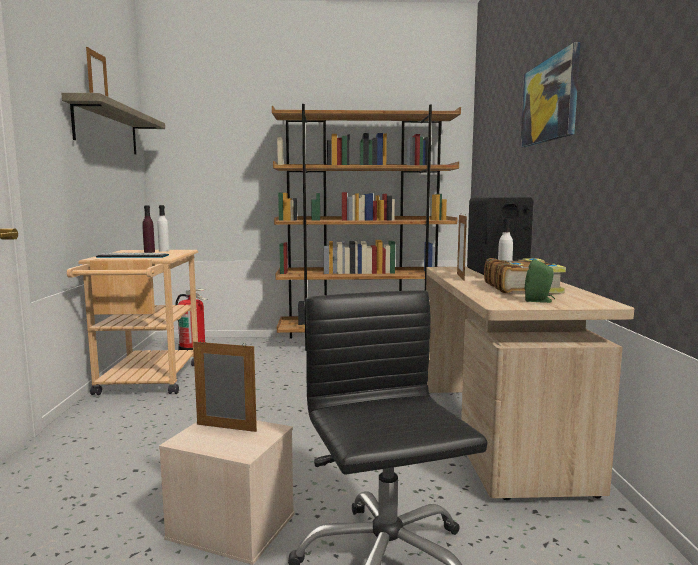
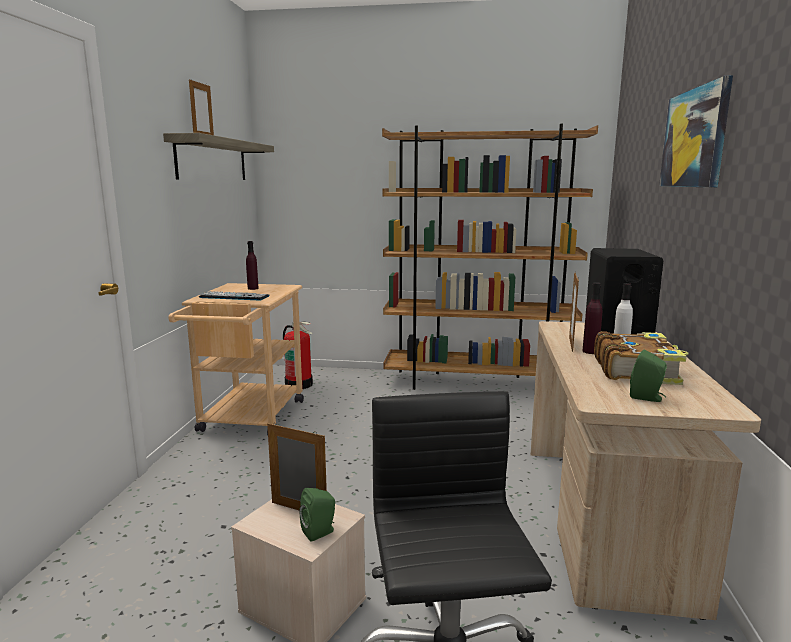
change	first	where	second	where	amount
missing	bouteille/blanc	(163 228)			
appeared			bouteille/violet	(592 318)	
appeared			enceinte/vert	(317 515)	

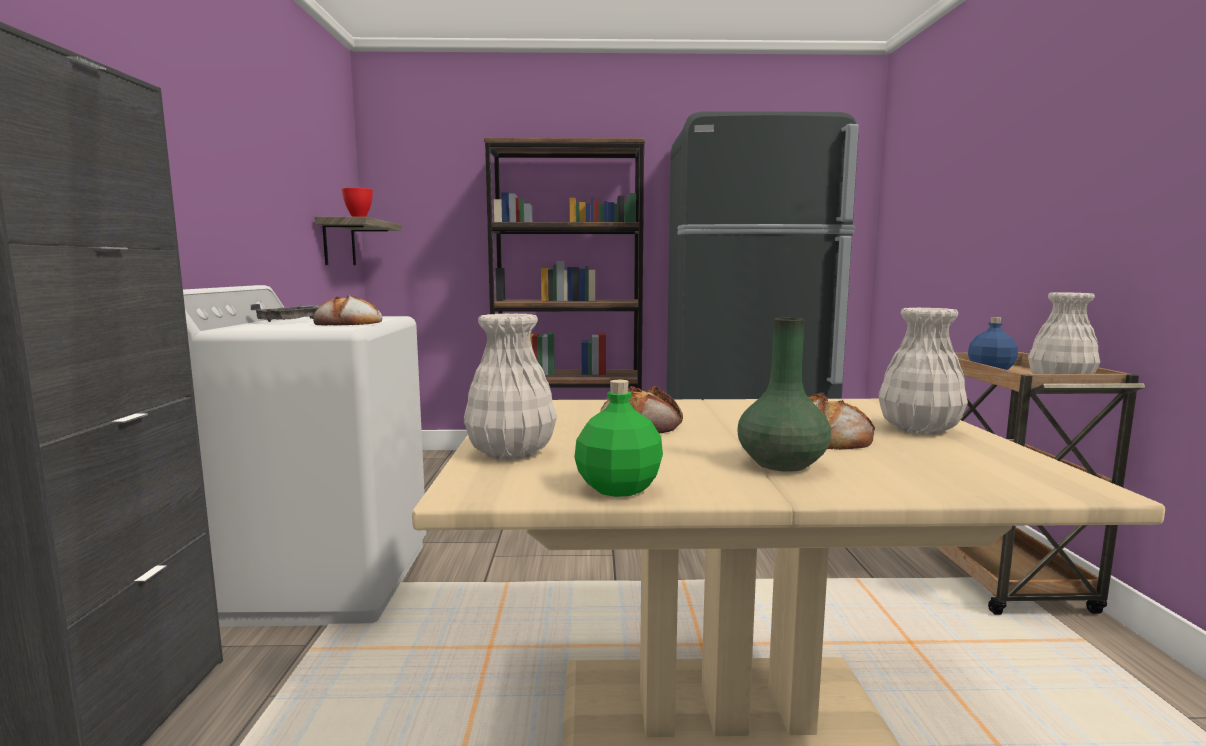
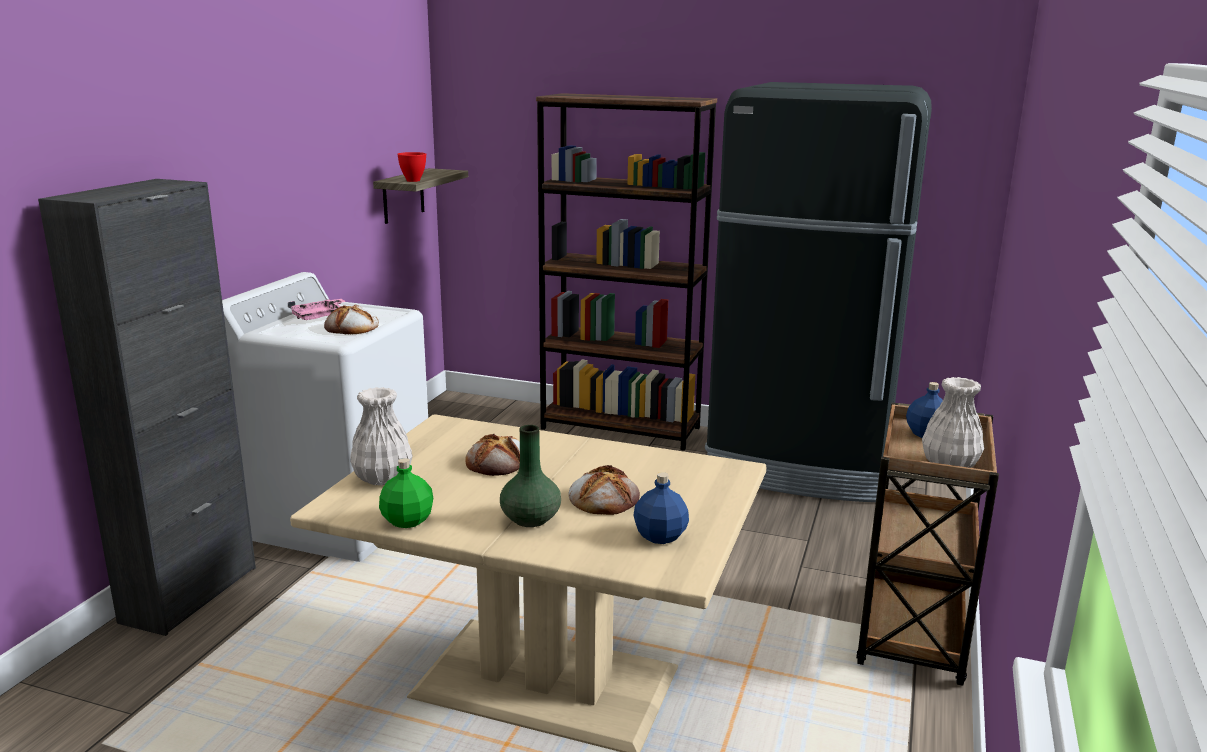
change	first	where	second	where	amount
colour	plateau/gris	(285 313)	plateau/rose	(317 309)	
missing	vase/blanc	(923 371)			
appeared			bouteille/bleu	(661 508)	

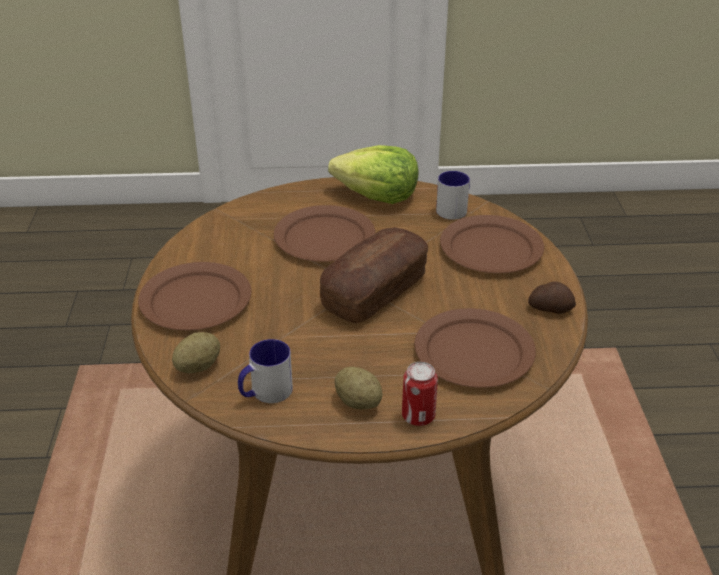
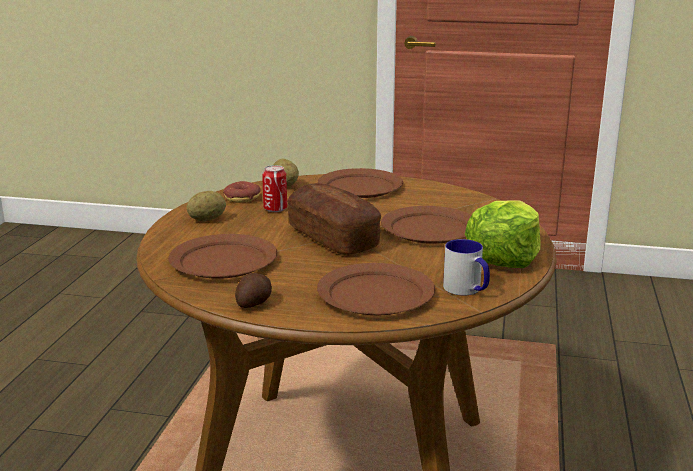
change	first	where	second	where	amount
exchanged	mug	(265 371)	beignet	(242 192)	
relocated	boîte métallique	(420 394)		(274 188)	

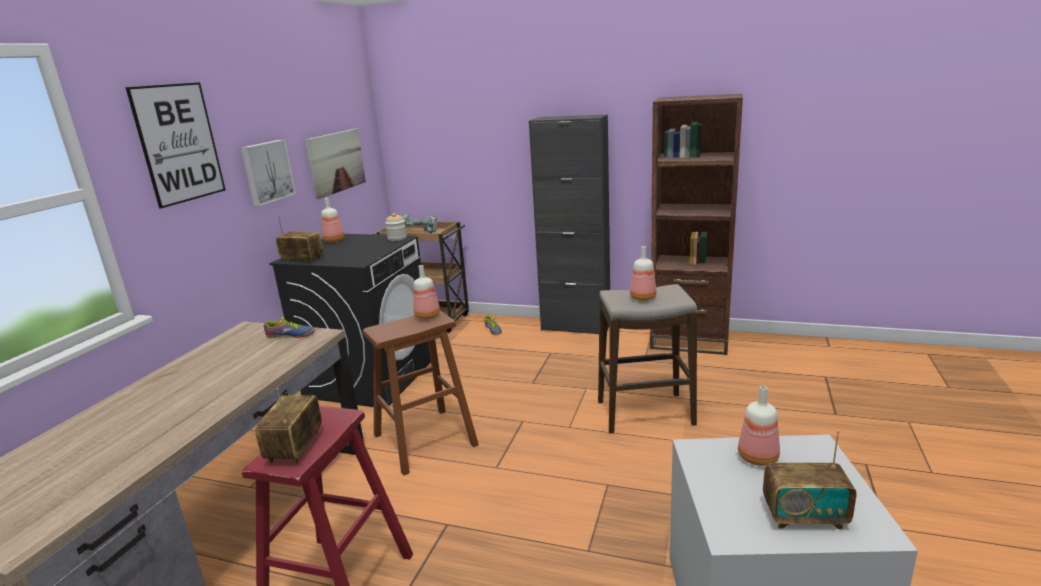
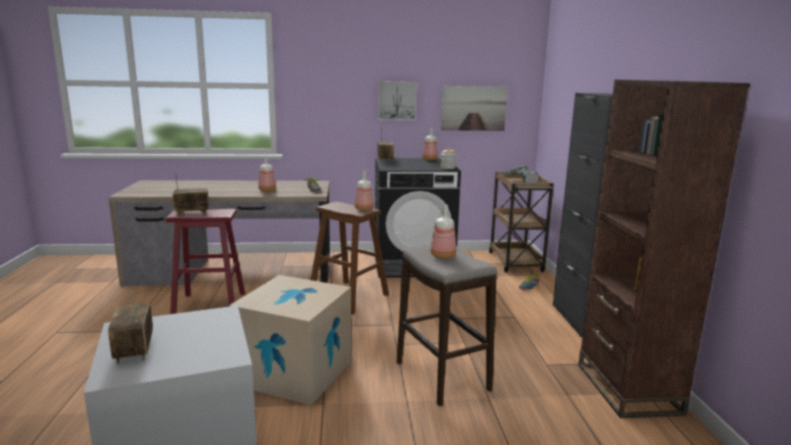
change	first	where	second	where	amount
missing	tableau	(175 145)			
relocated	bouteille	(759 426)		(267 174)	
appeared			carton	(290 340)	

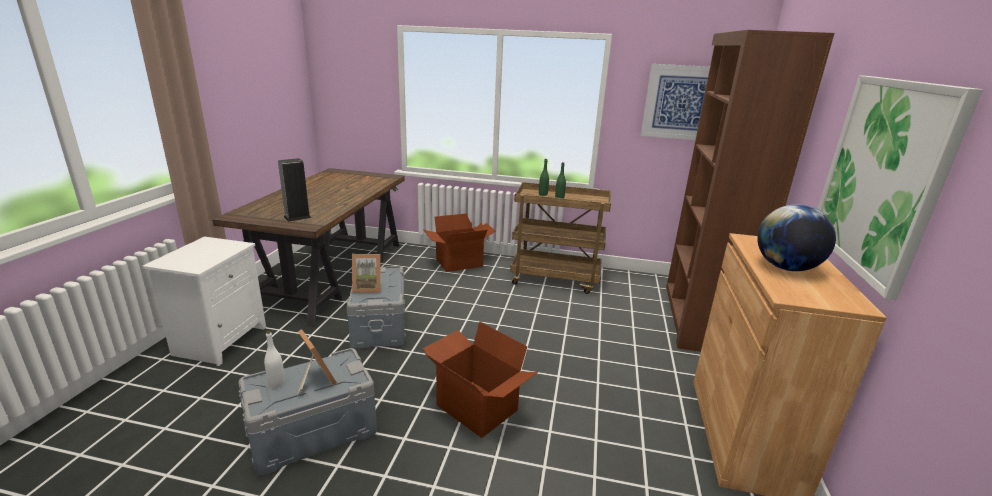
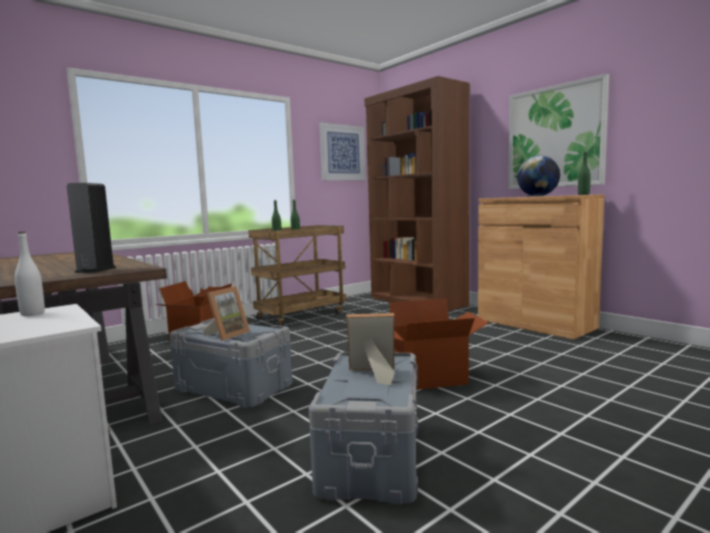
change	first	where	second	where	amount
relocated	bouteille/blanc	(274 359)		(30 274)	
appeared			bouteille/vert	(584 173)	

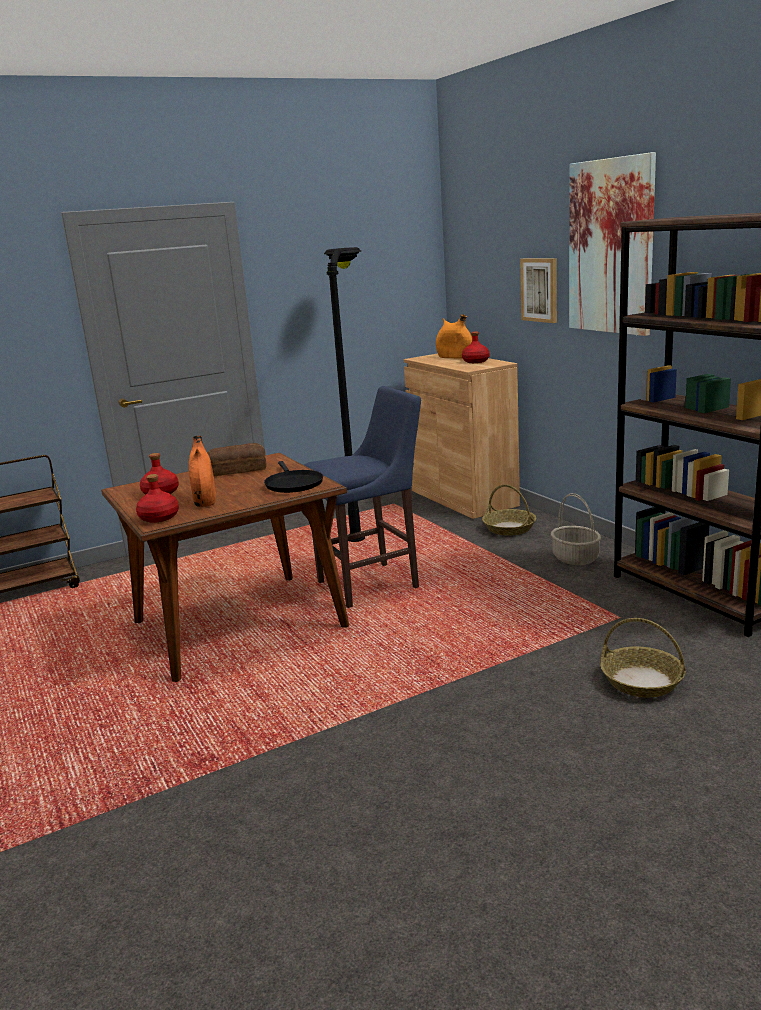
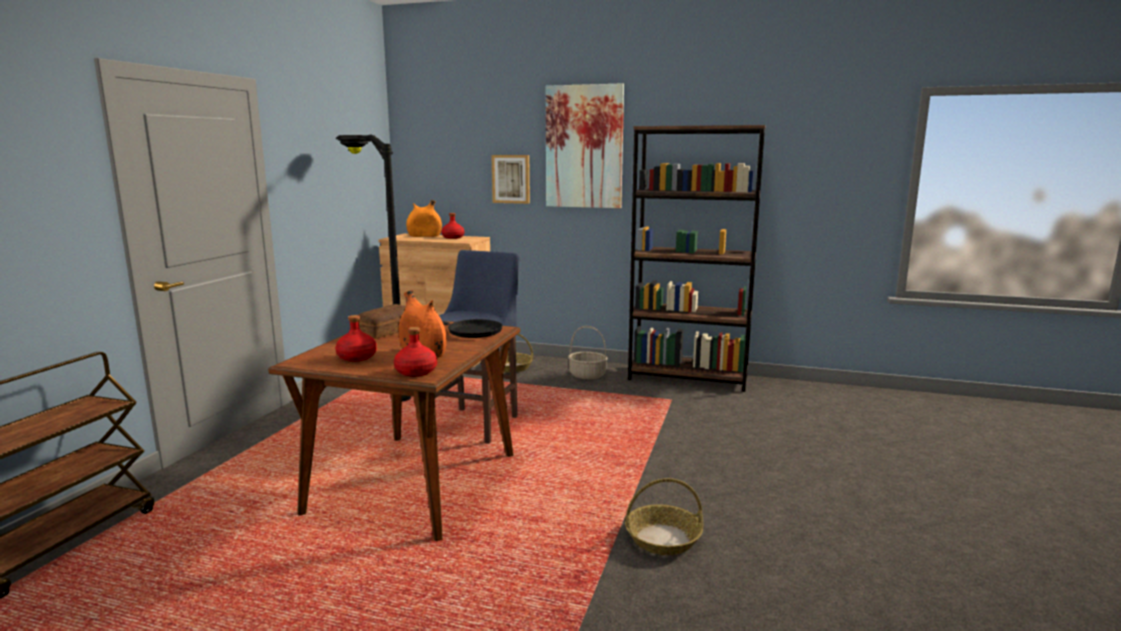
change	first	where	second	where	amount
relocated	panier	(643 657)		(664 516)	

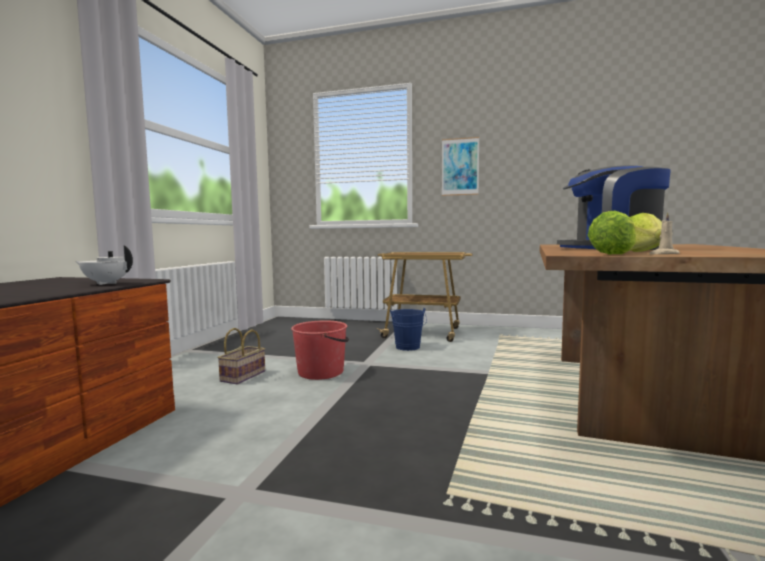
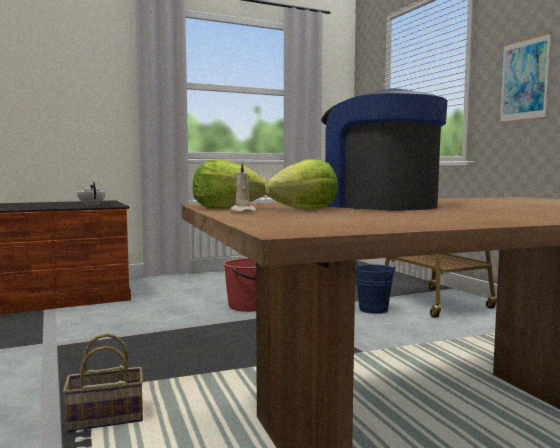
change	first	where	second	where	amount
relocated	panier	(241 356)		(103 383)	

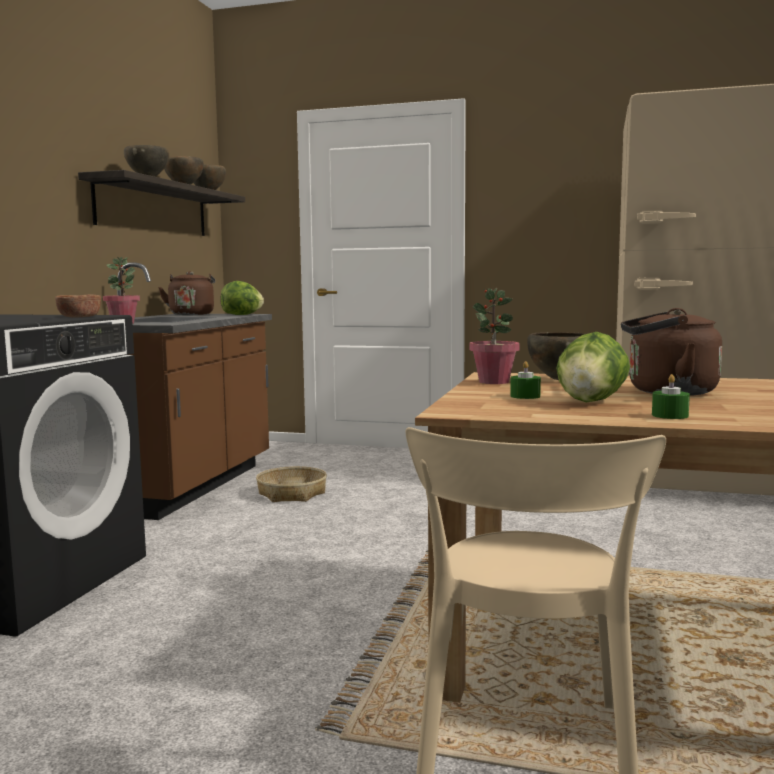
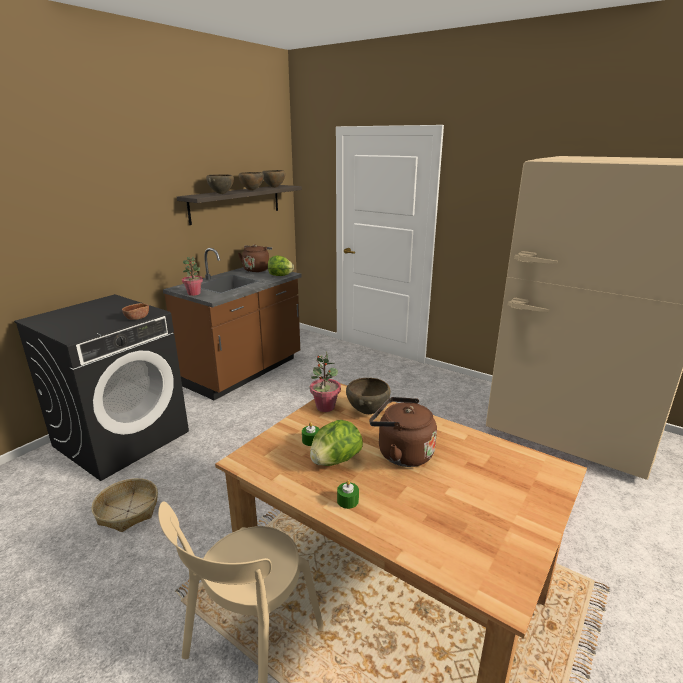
change	first	where	second	where	amount
relocated	panier	(291 484)		(125 505)	

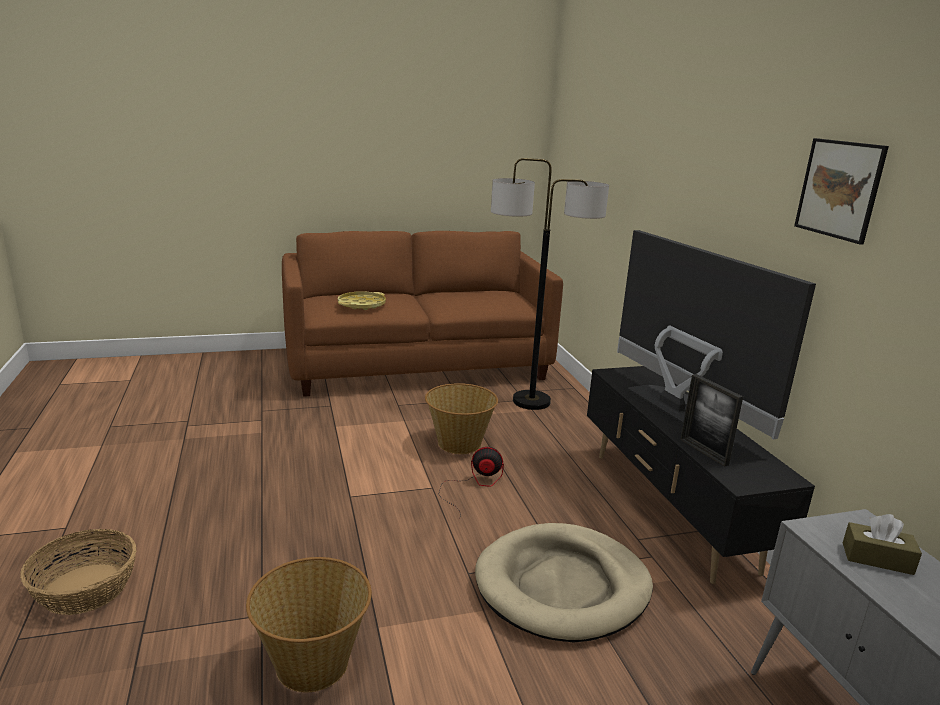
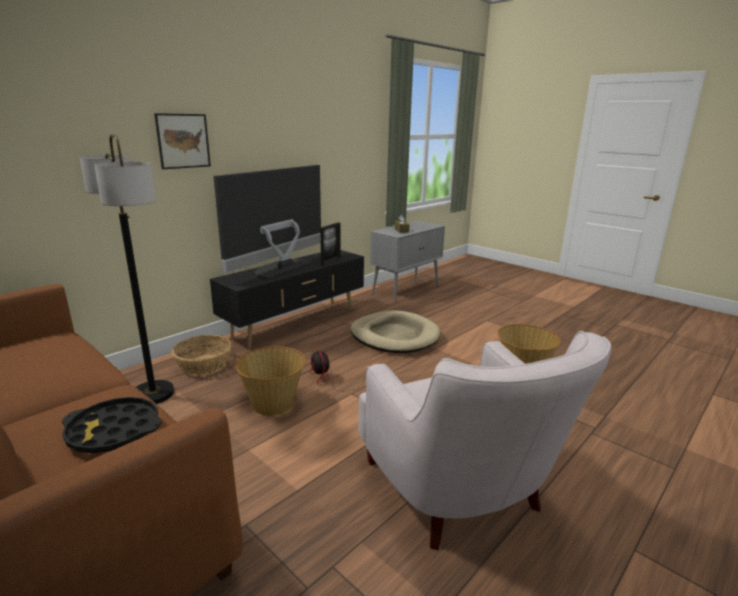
change	first	where	second	where	amount
relocated	tableau	(841 191)		(182 141)	
colour	plateau/jaune	(362 300)	plateau/noir	(112 425)	
relocated	panier	(78 572)		(202 355)	
appeared			fauteuil/blanc	(484 441)	

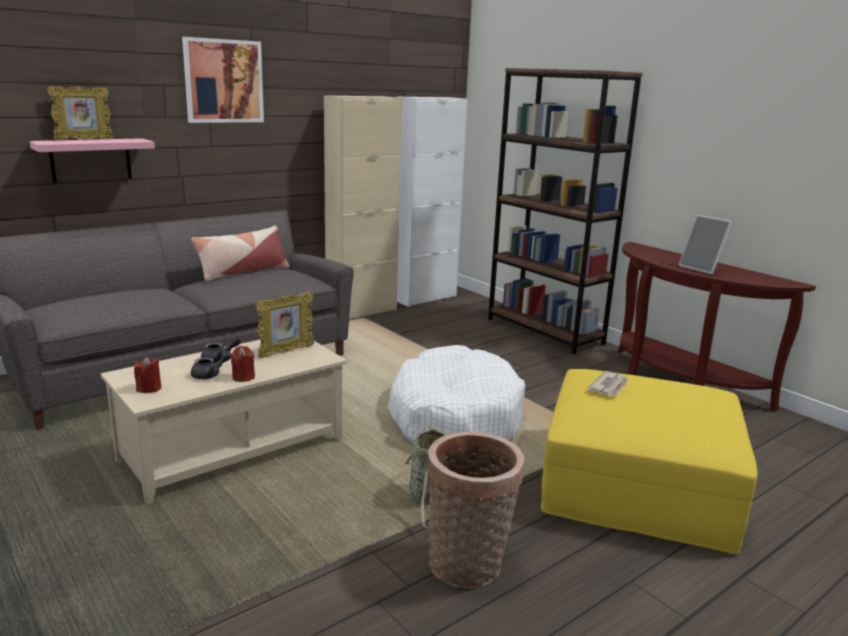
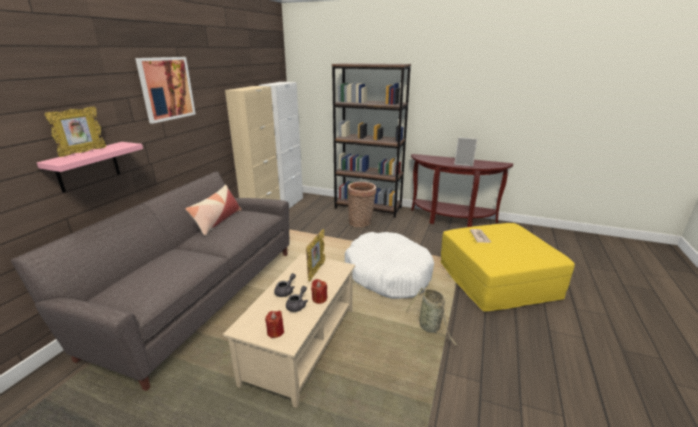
change	first	where	second	where	amount
relocated	panier	(475 510)		(361 204)	

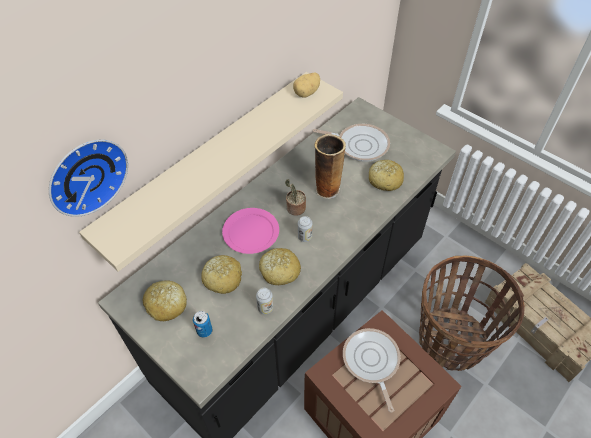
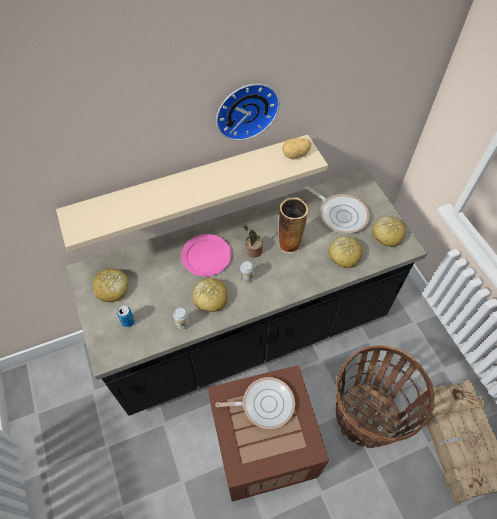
change	first	where	second	where	amount
relocated	horloge murale	(88 178)		(248 112)	
relocated	pain	(221 274)		(389 231)	
spun	poêle	(372 370)		(255 403)	75 degrees clockwise

